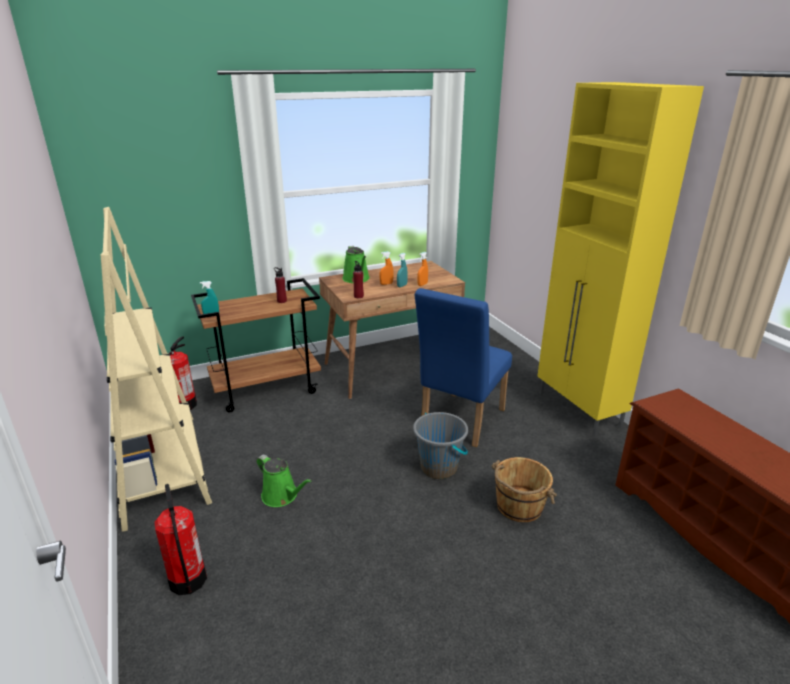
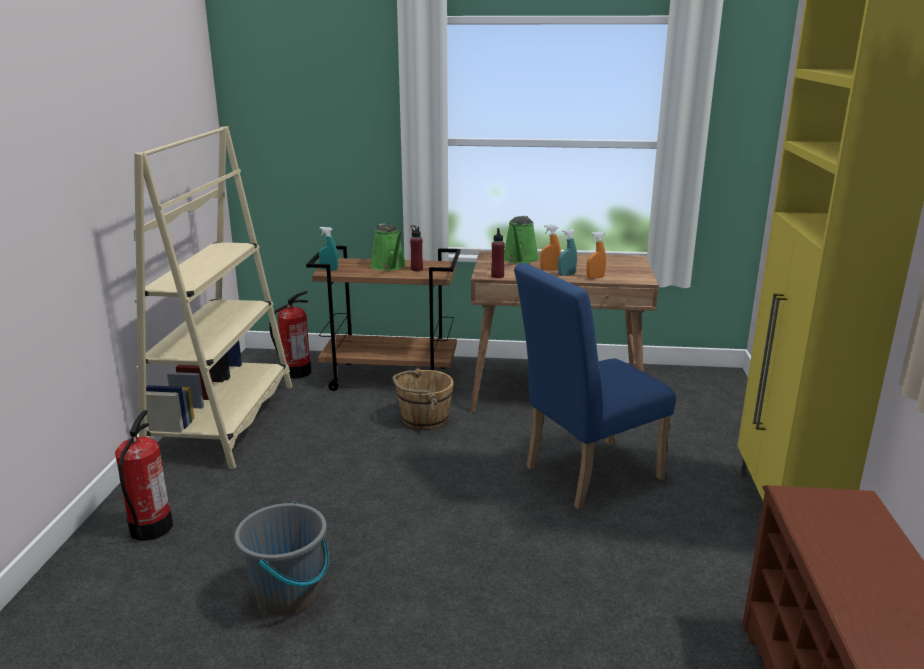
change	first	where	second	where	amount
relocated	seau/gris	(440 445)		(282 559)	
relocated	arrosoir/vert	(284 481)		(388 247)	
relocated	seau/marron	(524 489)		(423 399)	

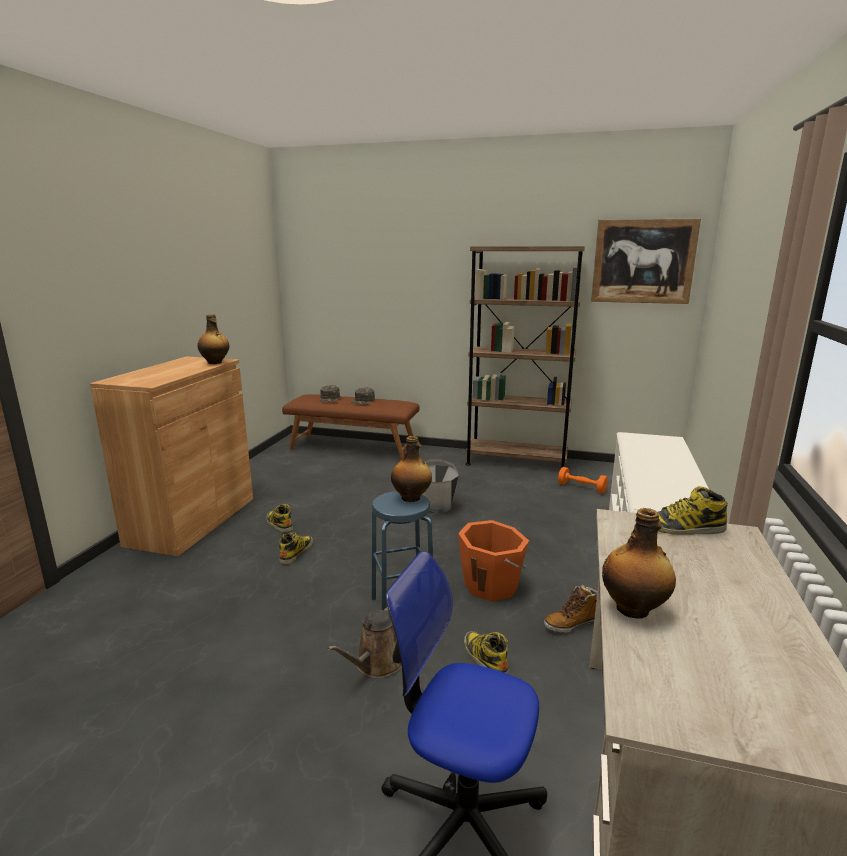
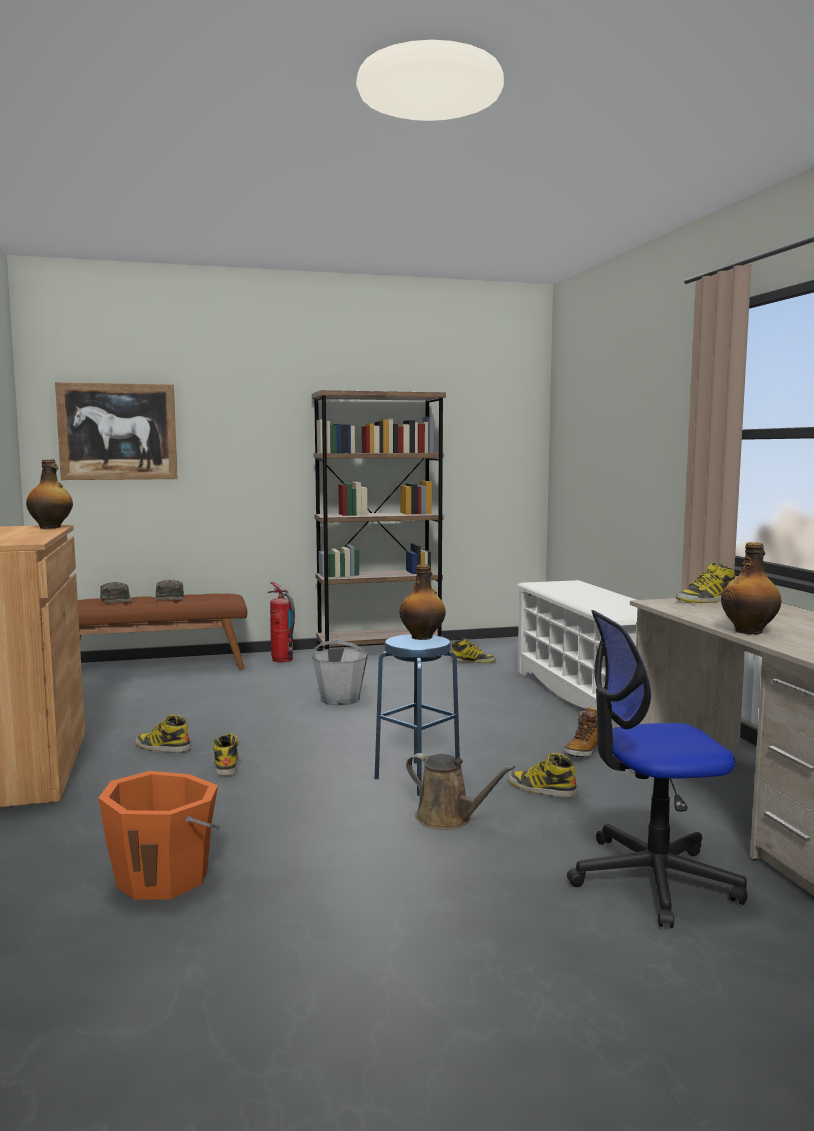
change	first	where	second	where	amount
relocated	tableau	(646 261)		(116 431)	
exchanged	haltère/orange	(583 480)	botte	(473 650)	
relocated	seau/orange	(493 561)		(159 835)	
spun	arrosoir/marron	(364 642)		(460 791)	60 degrees counterclockwise
appeared			extincteur	(281 622)	

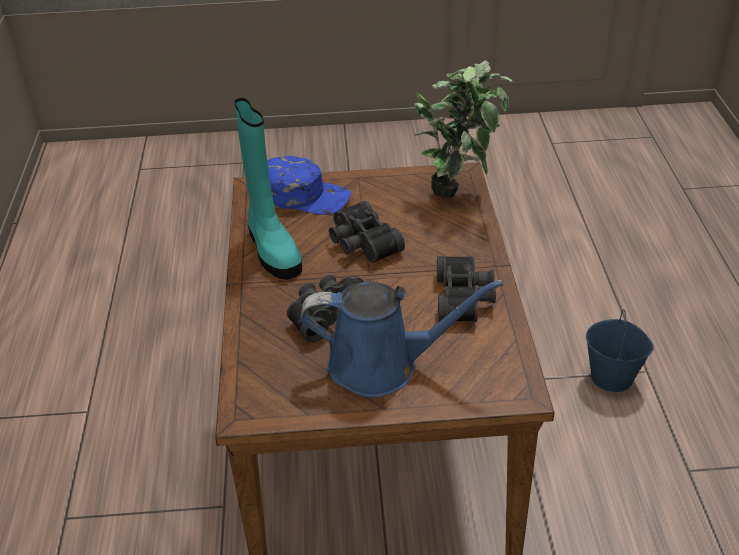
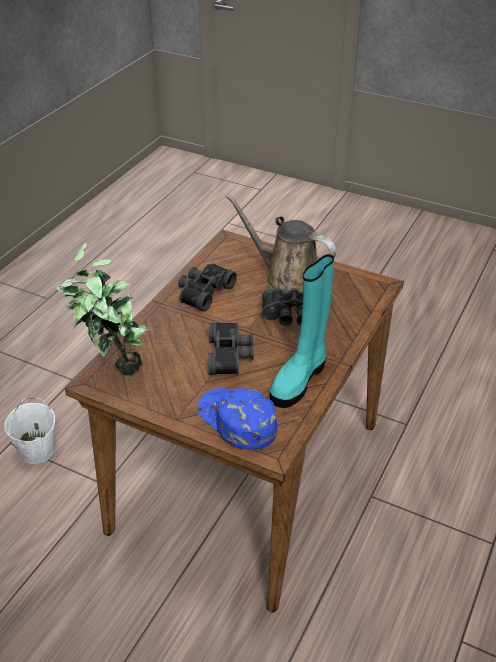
change	first	where	second	where	amount
spun	botte/turquoise	(268 189)		(302 331)	150 degrees counterclockwise
colour	arrosoir/bleu	(401 338)	arrosoir/marron	(281 243)	
colour	seau/bleu	(620 350)	seau/blanc	(29 431)	

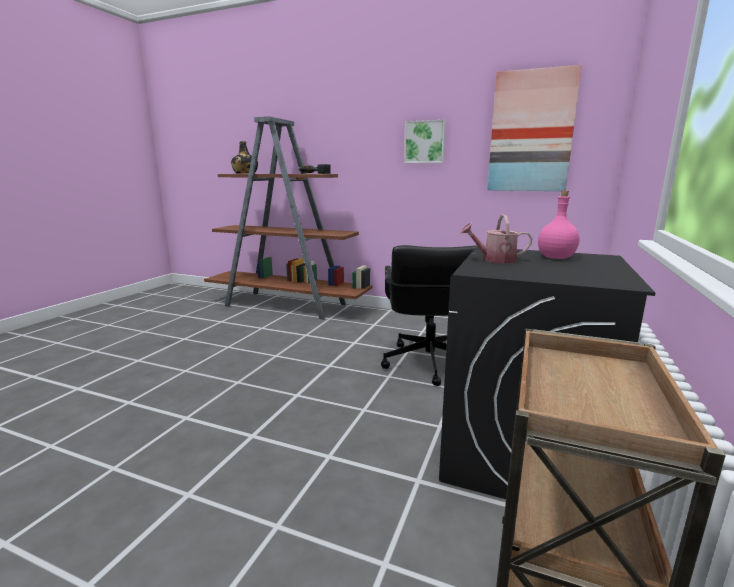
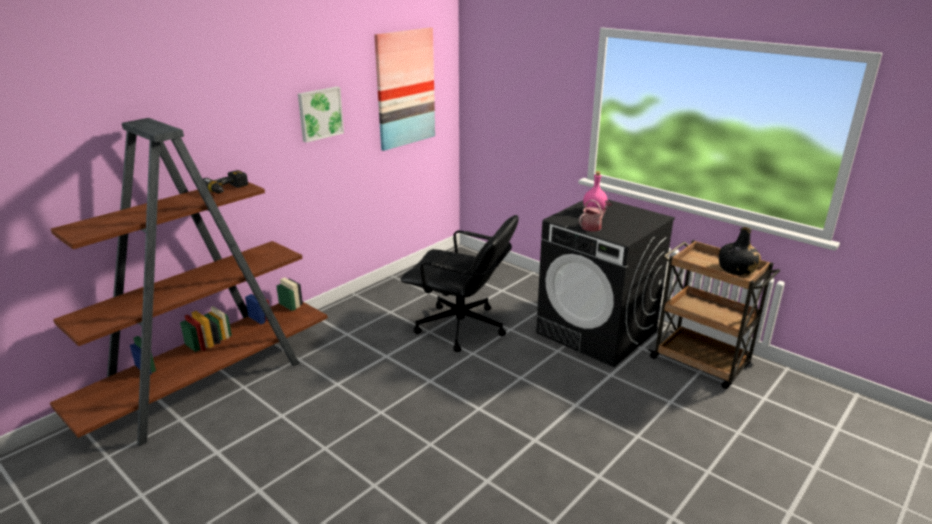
change	first	where	second	where	amount
relocated	bouteille/noir	(244 157)		(740 251)	
spun	arrosoir	(496 239)		(595 216)	150 degrees counterclockwise

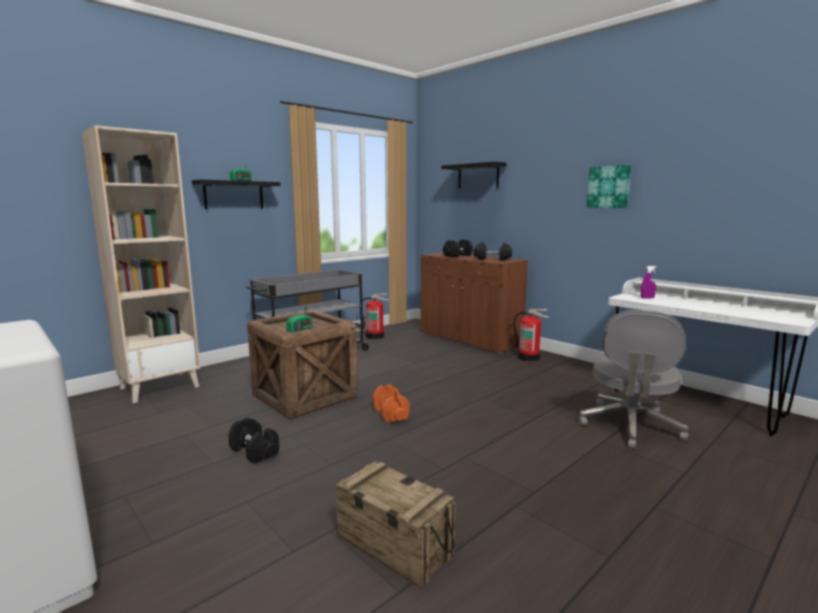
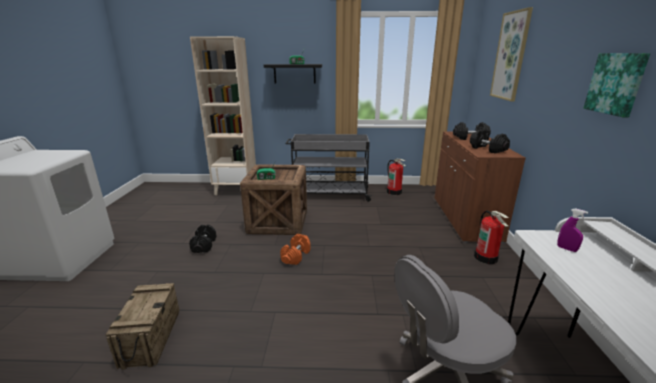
change	first	where	second	where	amount
exchanged	étagère/noir	(474 174)	tableau	(511 54)	

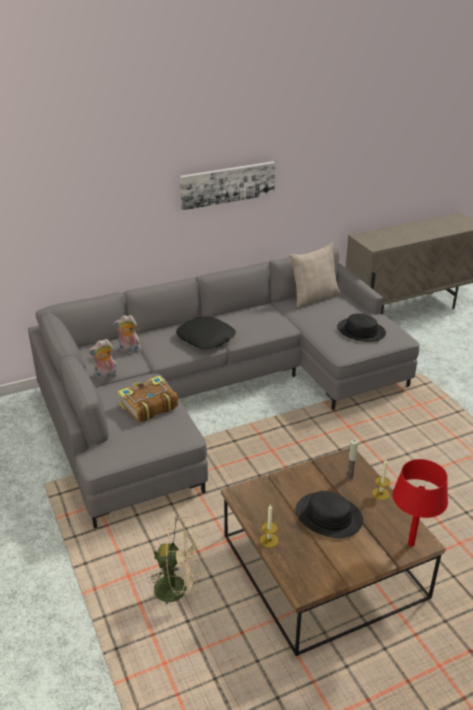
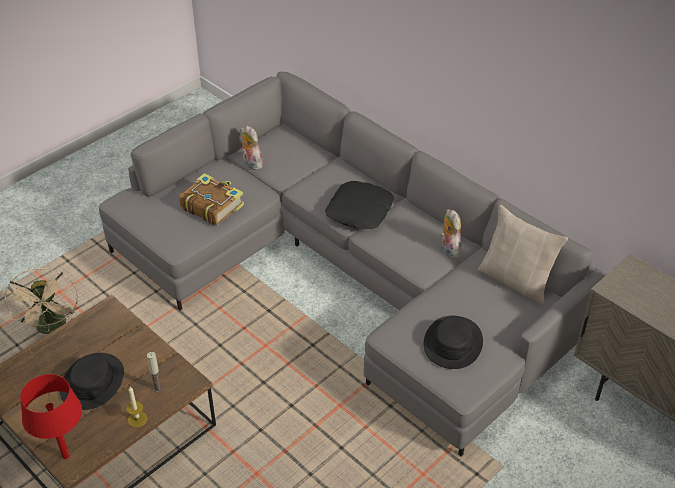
change	first	where	second	where	amount
missing	tableau	(227 185)			
relocated	peluche	(127 334)		(451 233)	
missing	bougie	(269 526)			

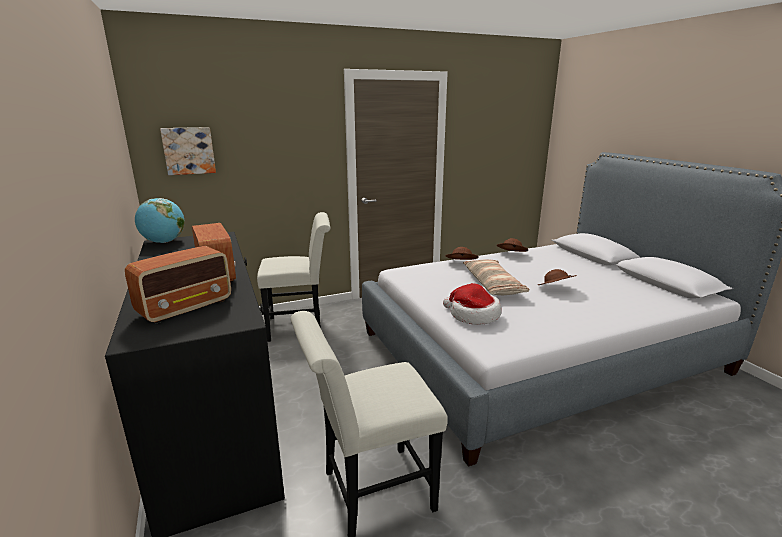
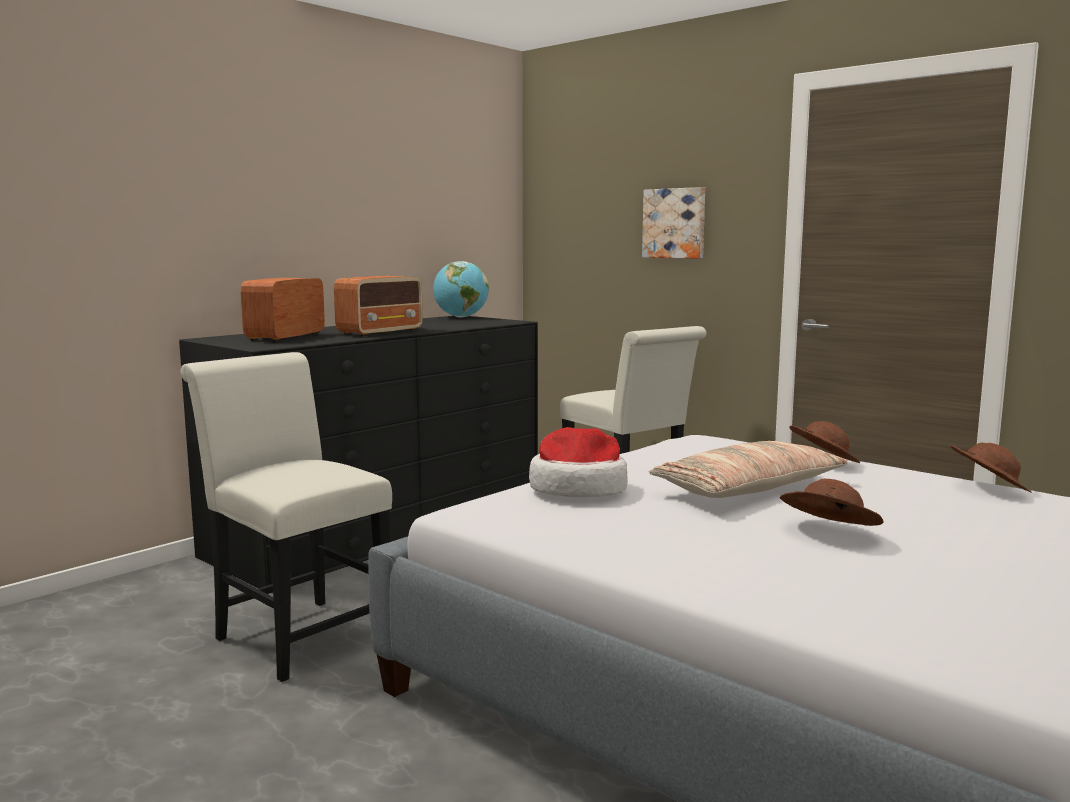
change	first	where	second	where	amount
relocated	tableau	(188 151)		(673 223)	
spun	radio	(178 285)		(282 310)	90 degrees clockwise

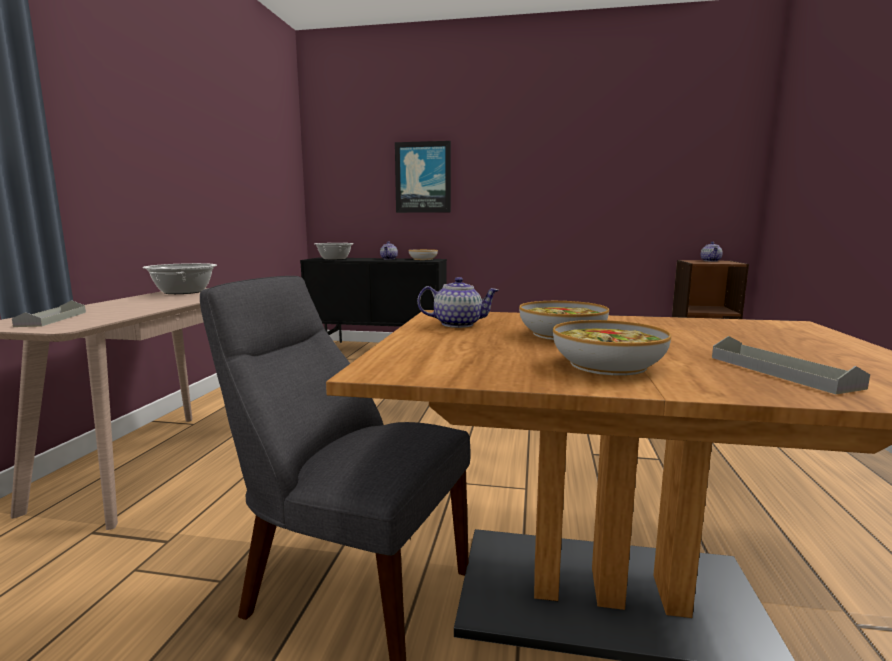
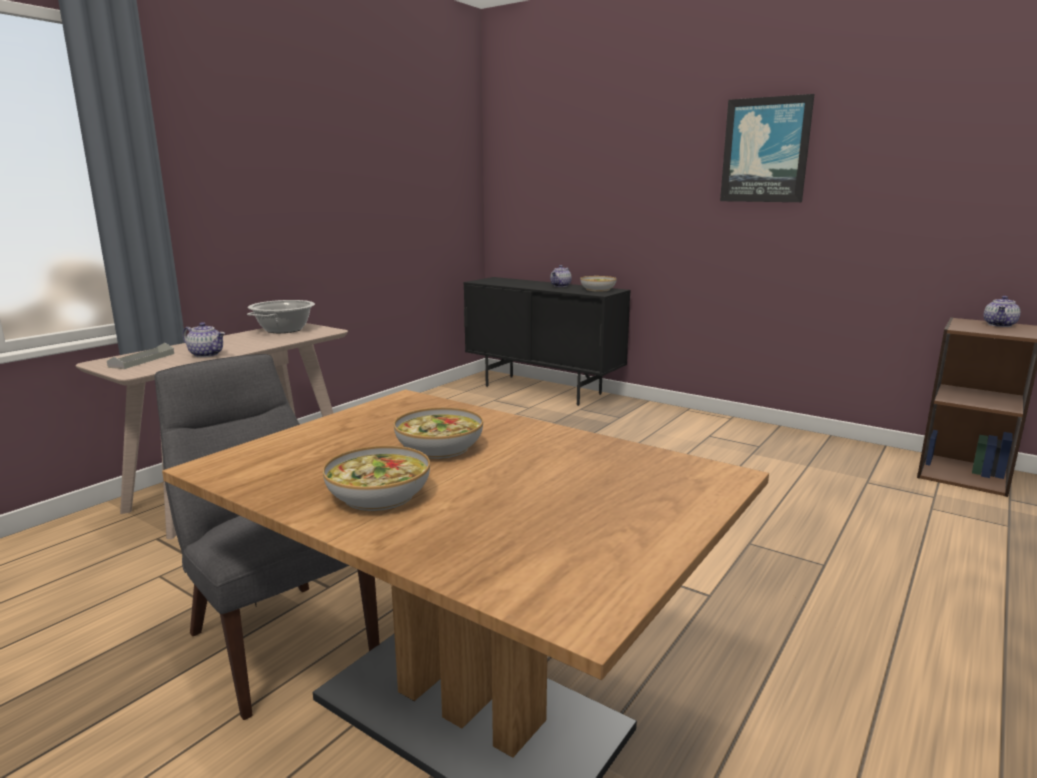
change	first	where	second	where	amount
relocated	tableau	(423 177)		(767 148)	
missing	marmite	(334 251)			
relocated	théière	(458 302)		(204 339)	
missing	plateau/gris	(791 365)			

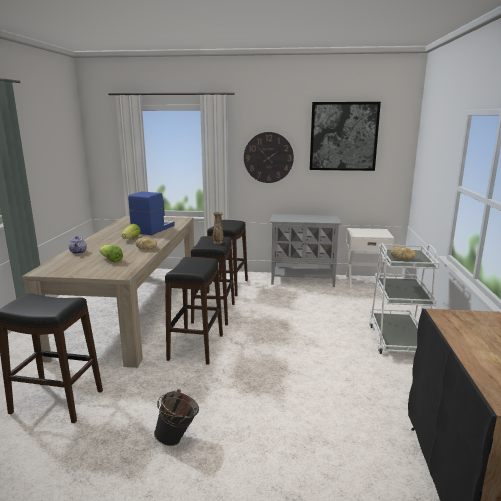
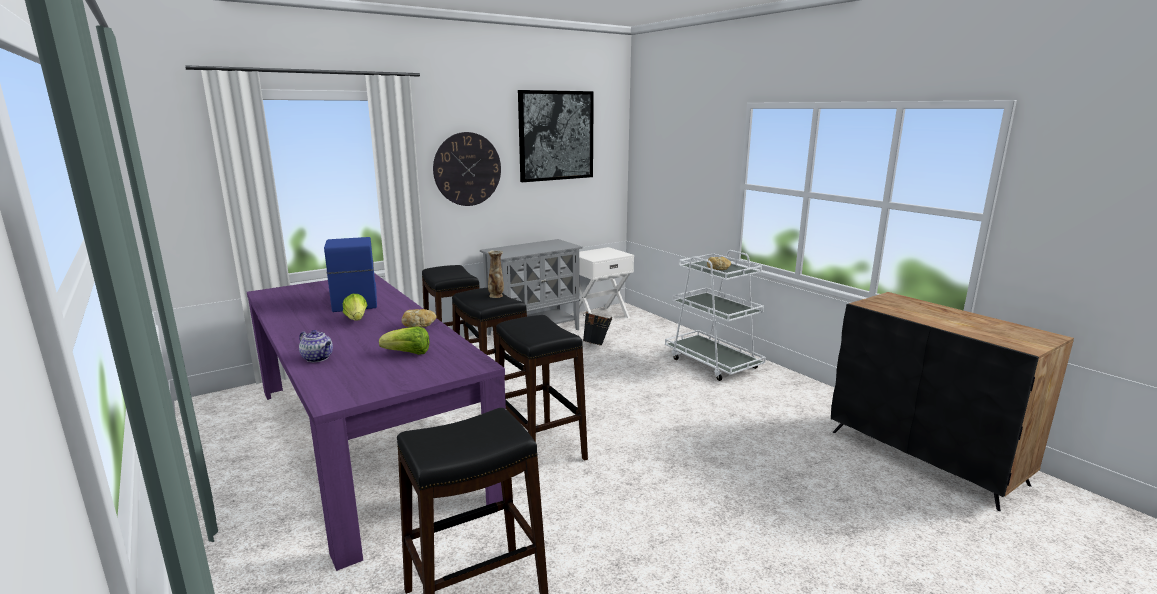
change	first	where	second	where	amount
colour	table à manger/beige	(108 292)	table à manger/violet	(376 422)	
relocated	seau/noir	(176 417)		(598 328)	

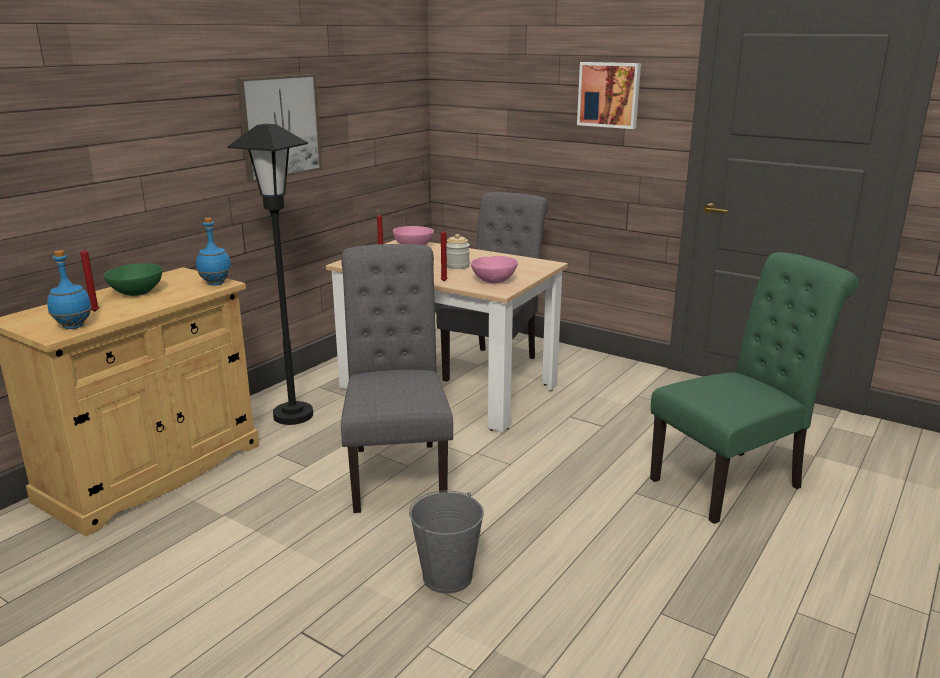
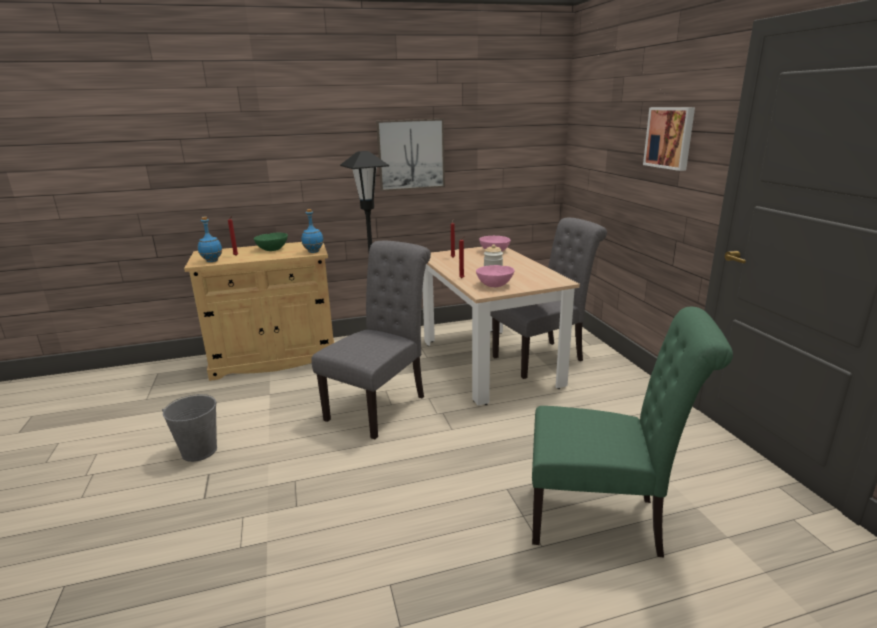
change	first	where	second	where	amount
relocated	seau/gris	(446 542)		(189 428)	

